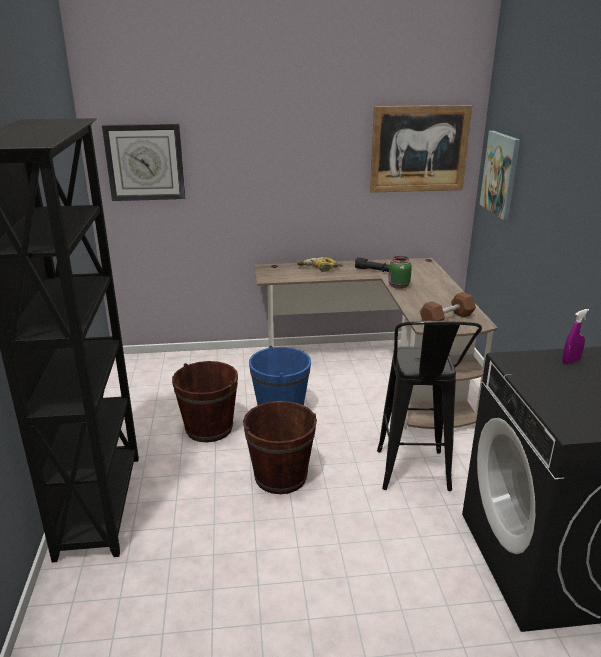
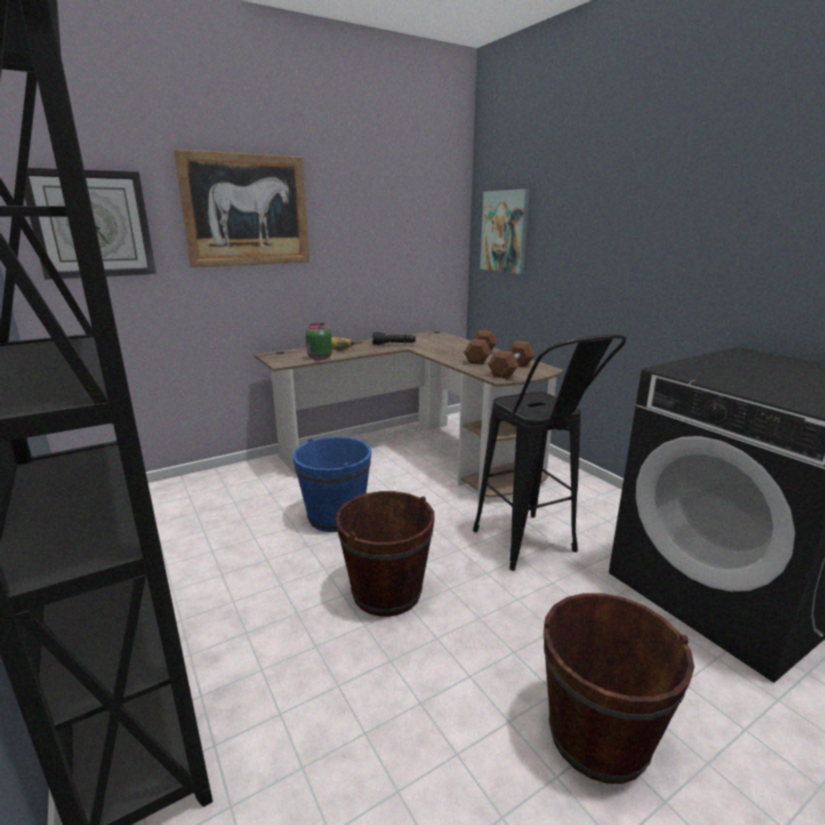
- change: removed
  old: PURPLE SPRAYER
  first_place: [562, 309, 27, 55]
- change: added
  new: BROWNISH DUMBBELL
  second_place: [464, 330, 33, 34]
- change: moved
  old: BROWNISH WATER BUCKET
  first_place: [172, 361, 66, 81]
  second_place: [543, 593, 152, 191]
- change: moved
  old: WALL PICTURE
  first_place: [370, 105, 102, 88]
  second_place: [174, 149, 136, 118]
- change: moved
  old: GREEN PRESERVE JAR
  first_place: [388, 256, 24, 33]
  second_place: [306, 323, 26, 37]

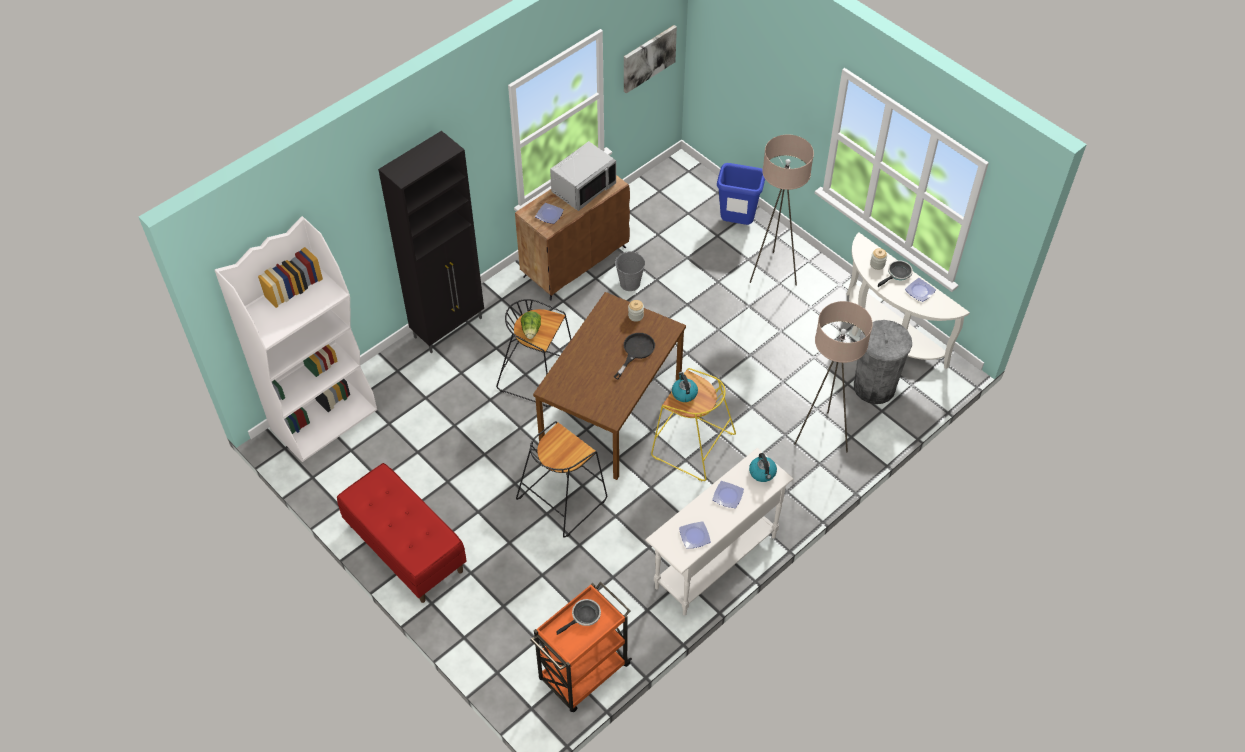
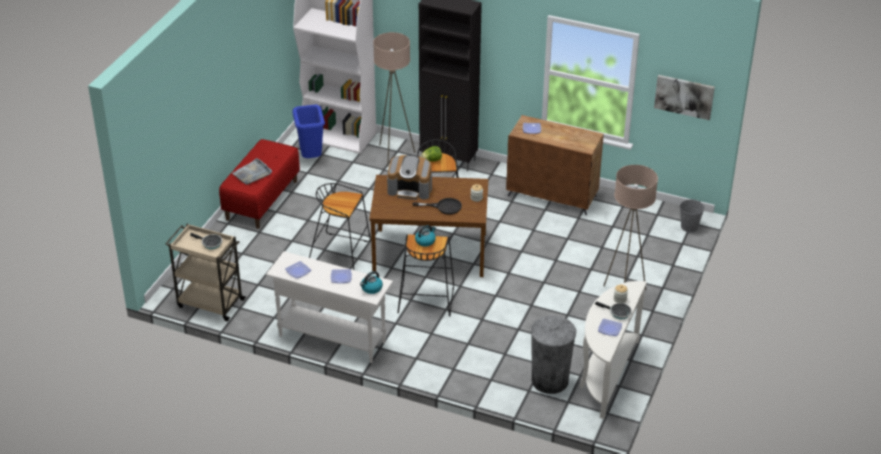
- change: removed
  old: GREYISH KITCHEN MICROWAVE
  first_place: [550, 141, 66, 70]
- change: added
  new: GREYISH SERVING TRAY
  second_place: [232, 158, 40, 27]
- change: added
  new: COFFEE MAKER
  second_place: [387, 155, 45, 45]
- change: moved
  old: GREYISH WATER BUCKET
  first_place: [615, 251, 30, 40]
  second_place: [679, 199, 26, 34]
- change: moved
  old: BLUE-COLOURED WASTE BIN
  first_place: [717, 163, 48, 62]
  second_place: [292, 105, 33, 53]
- change: moved
  old: SAND-COLOURED STANDARD LAMP
  first_place: [794, 301, 79, 152]
  second_place: [373, 32, 42, 135]
- change: recoloured
  old: ORANGEY WHEELED CART
  new: SAND-COLOURED WHEELED CART
  first_place: [530, 582, 102, 130]
  second_place: [166, 224, 80, 97]
- change: recoloured
  old: YELLOW STOOL
  new: BLACK STOOL
  first_place: [651, 368, 85, 113]
  second_place: [397, 234, 57, 83]

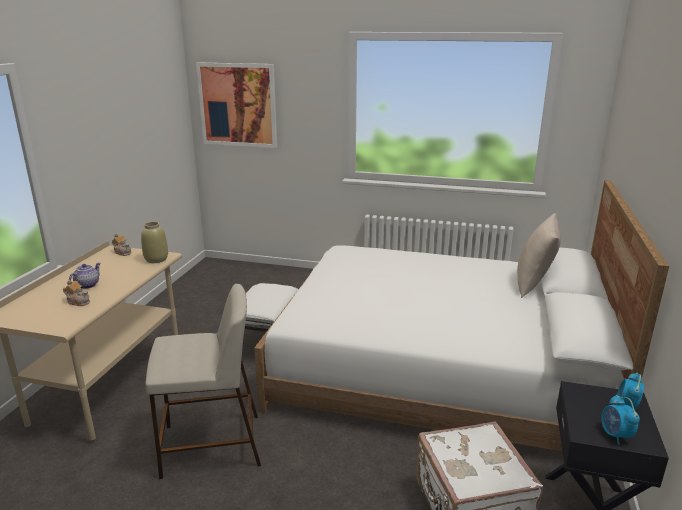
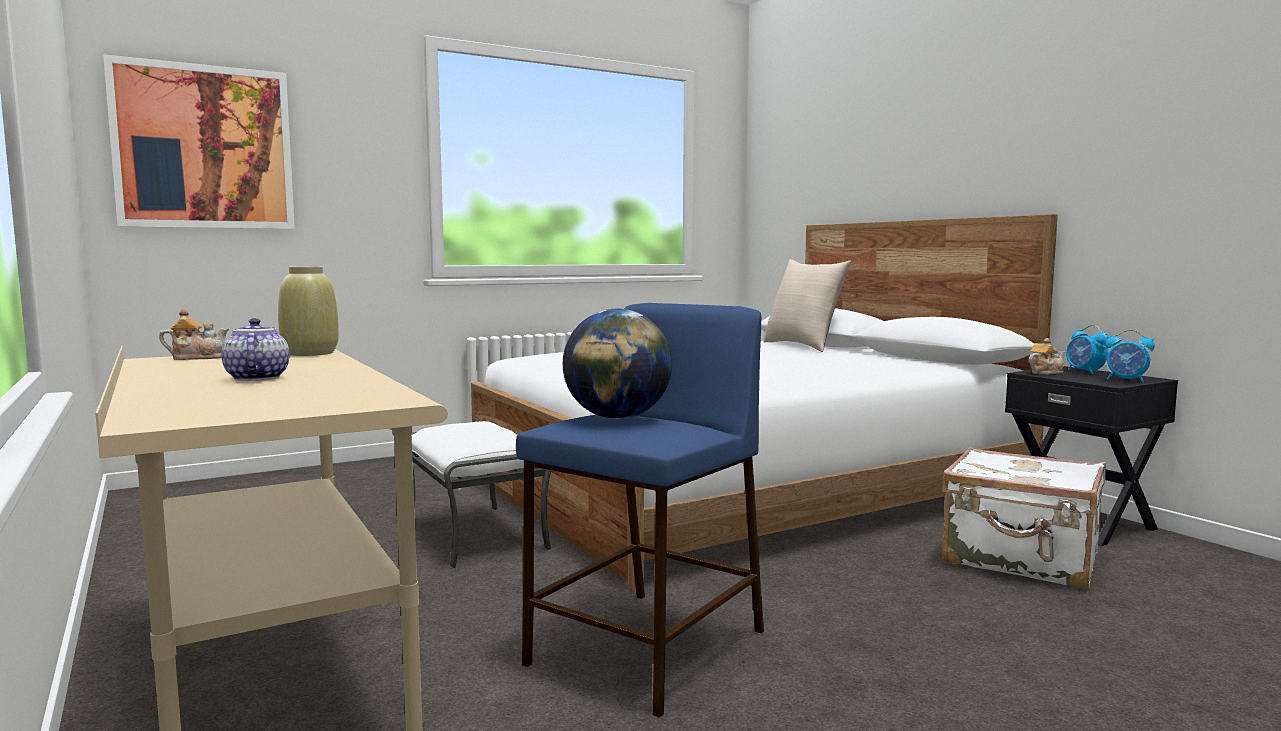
- change: added
  new: DESK GLOBE
  second_place: [563, 308, 109, 111]
- change: moved
  old: TEAPOT
  first_place: [63, 280, 27, 26]
  second_place: [1029, 338, 36, 37]
- change: recoloured
  old: SAND-COLOURED STOOL
  new: BLUE-COLOURED STOOL
  first_place: [146, 284, 115, 195]
  second_place: [516, 303, 248, 415]

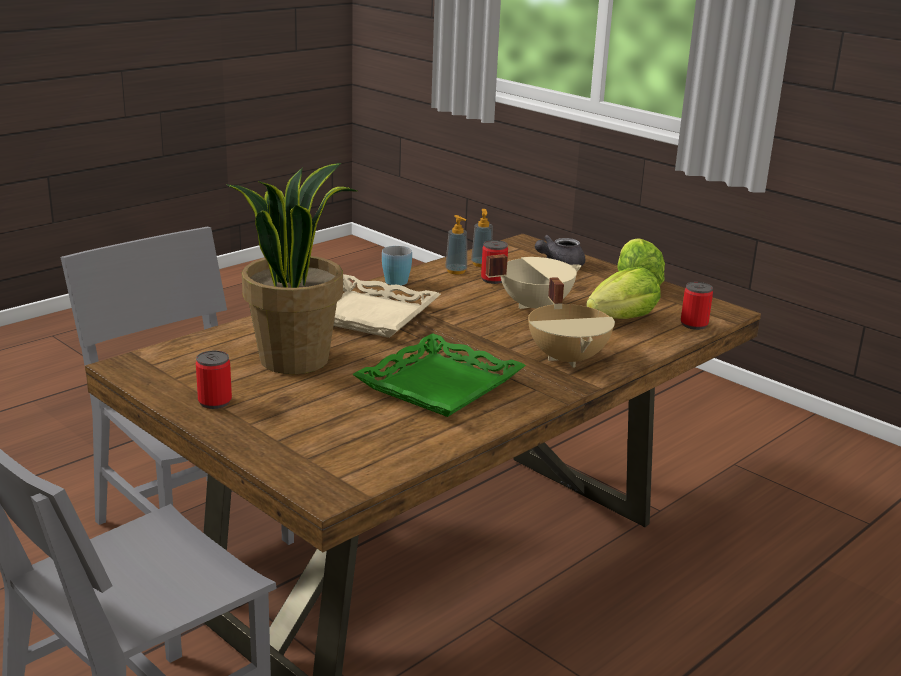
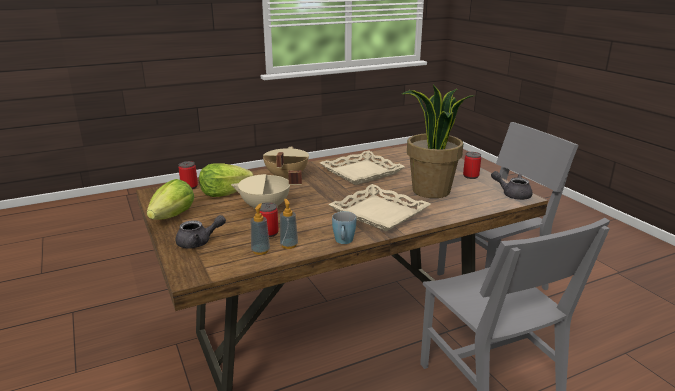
- change: added
  new: GREYISH TEAPOT
  second_place: [491, 171, 42, 29]
- change: recoloured
  old: GREEN SERVING TRAY
  new: SAND-COLOURED SERVING TRAY
  first_place: [352, 333, 174, 84]
  second_place: [320, 150, 85, 35]

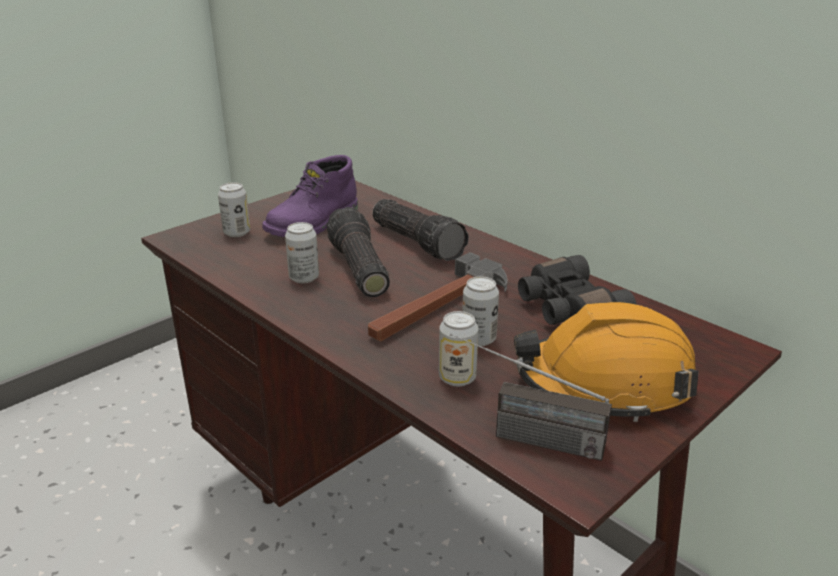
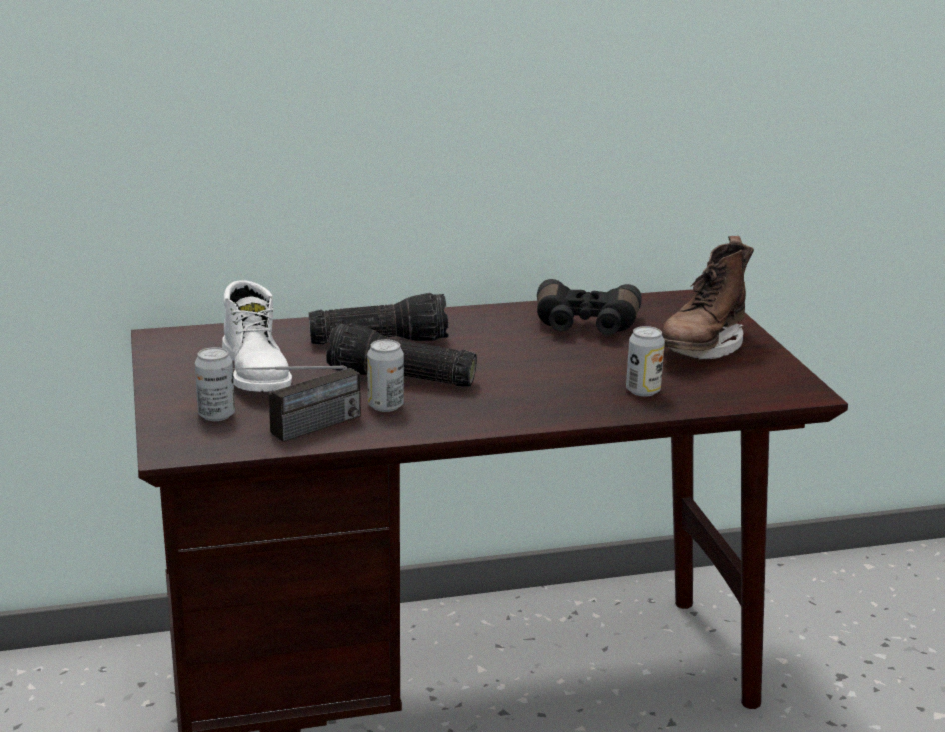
- change: removed
  old: TOOL HAMMER
  first_place: [368, 252, 139, 89]
- change: removed
  old: METAL CAN
  first_place: [462, 276, 37, 70]
- change: moved
  old: RADIO
  first_place: [450, 333, 162, 128]
  second_place: [221, 365, 140, 77]
- change: replaced
  old: ORANGEY SAFETY HELMET
  new: BROWNISH HIGH-TOP BOOT
  first_place: [514, 302, 185, 120]
  second_place: [662, 236, 92, 123]
- change: recoloured
  old: PURPLE HIGH-TOP BOOT
  new: WHITE HIGH-TOP BOOT
  first_place: [262, 155, 96, 82]
  second_place: [222, 280, 70, 112]

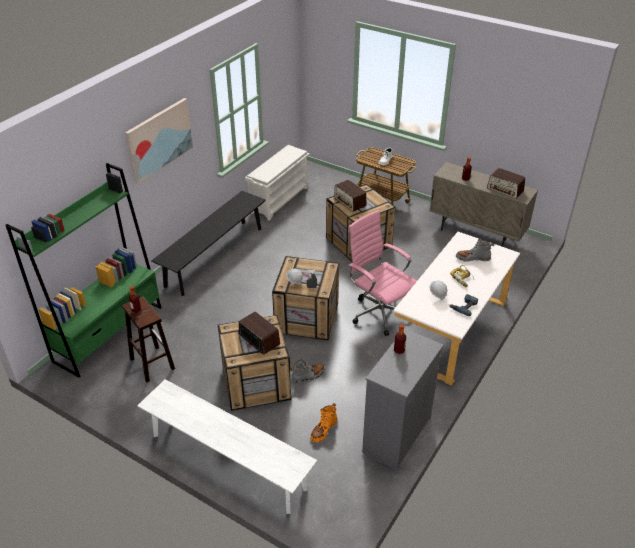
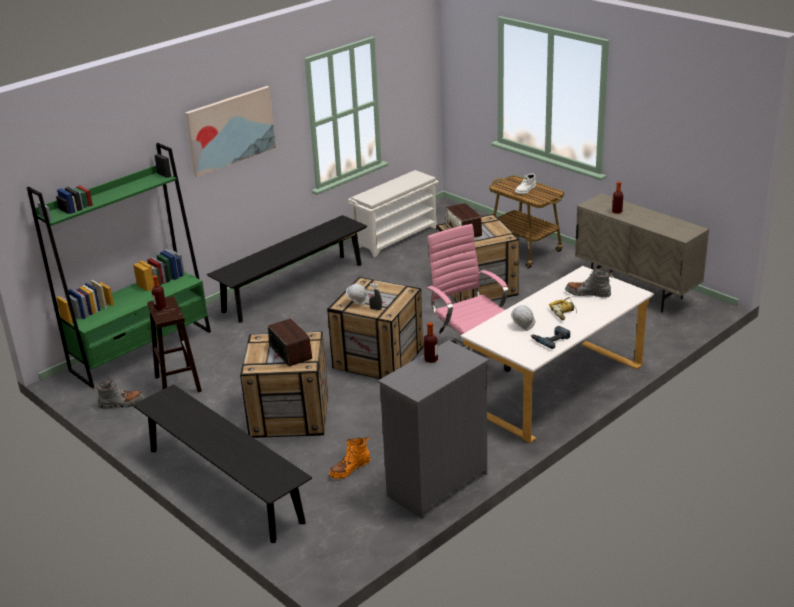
- change: removed
  old: RADIO
  first_place: [487, 168, 38, 31]
- change: moved
  old: GREYISH HIGH-TOP BOOT
  first_place: [290, 359, 35, 25]
  second_place: [93, 379, 51, 30]
- change: recoloured
  old: WHITE BENCH
  new: BLACK BENCH
  first_place: [137, 379, 180, 135]
  second_place: [133, 384, 179, 159]

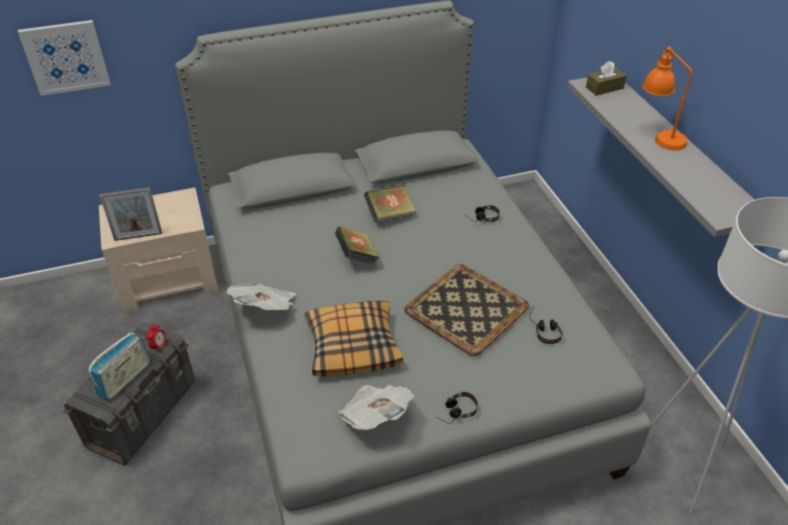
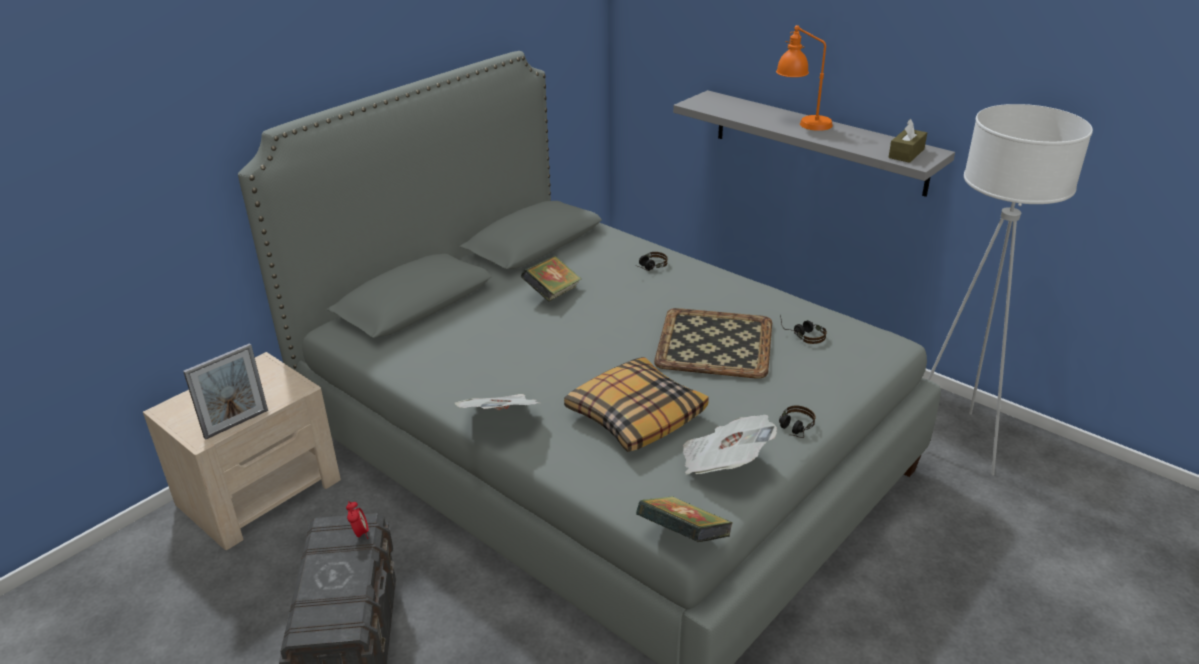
- change: removed
  old: WALL PICTURE
  first_place: [18, 20, 93, 76]
- change: removed
  old: RADIO
  first_place: [88, 332, 63, 69]
- change: moved
  old: VOLUME
  first_place: [335, 226, 45, 39]
  second_place: [636, 496, 97, 46]
- change: moved
  old: BROWNISH TISSUE BOX
  first_place: [586, 61, 41, 35]
  second_place: [888, 119, 39, 44]

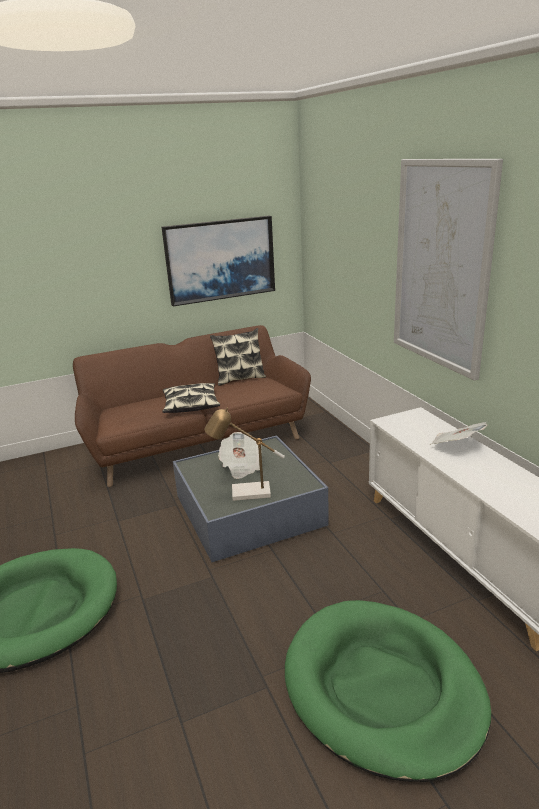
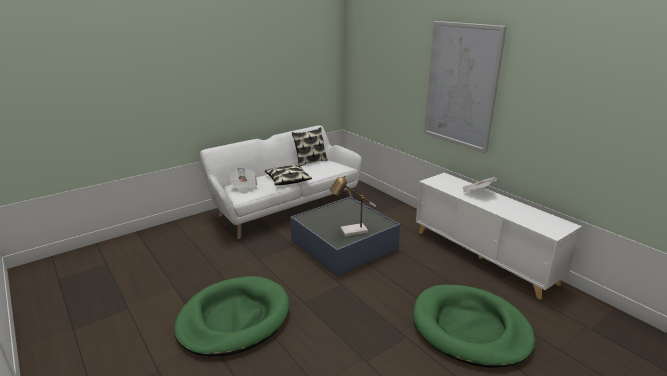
- change: removed
  old: WALL PICTURE
  first_place: [162, 216, 113, 90]
- change: moved
  old: NEWSPAPER
  first_place: [218, 432, 44, 47]
  second_place: [230, 167, 27, 27]
- change: recoloured
  old: BROWNISH SETTEE
  new: WHITE SETTEE
  first_place: [73, 325, 238, 162]
  second_place: [199, 125, 163, 114]

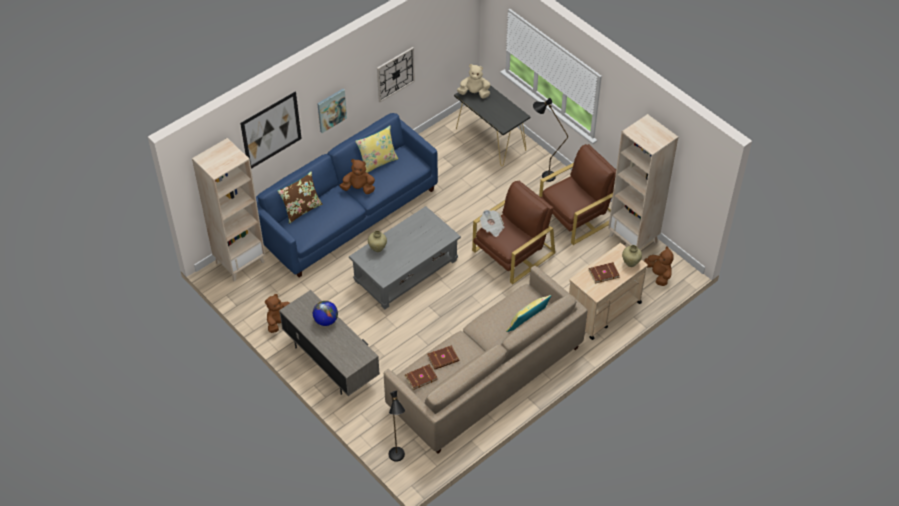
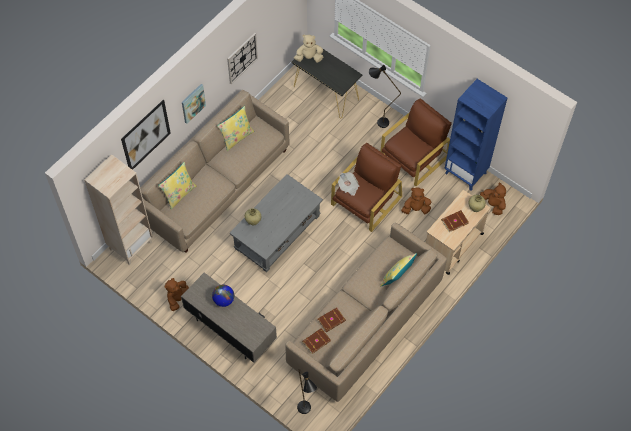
- change: moved
  old: BROWNISH SOFT TOY
  first_place: [340, 159, 35, 35]
  second_place: [401, 187, 30, 27]
- change: recoloured
  old: BLUE-COLOURED SETTEE
  new: SAND-COLOURED SETTEE
  first_place: [256, 113, 182, 164]
  second_place: [140, 90, 150, 163]
- change: recoloured
  old: BROWNISH PILLOW
  new: YELLOW PILLOW
  first_place: [277, 171, 45, 53]
  second_place: [158, 162, 38, 48]
- change: recoloured
  old: SAND-COLOURED BOOKCASE
  new: BLUE-COLOURED BOOKCASE
  first_place: [608, 114, 70, 135]
  second_place: [444, 79, 63, 112]

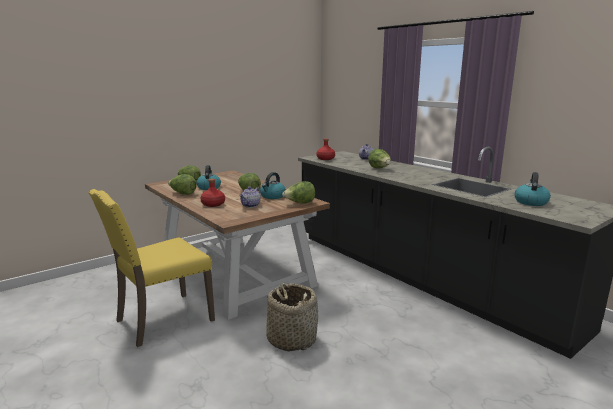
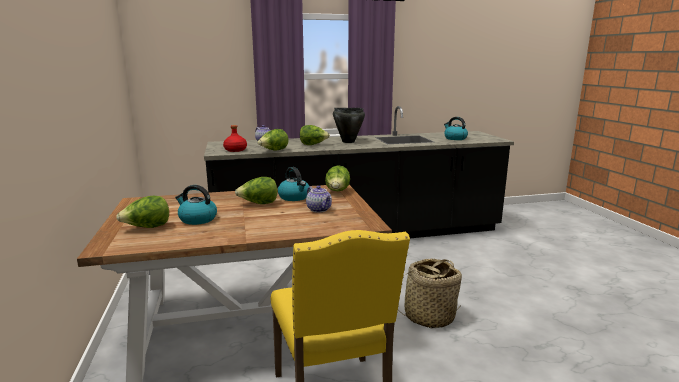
- change: removed
  old: RED-COLOURED BEVERAGE BOTTLE
  first_place: [200, 179, 25, 28]
- change: added
  new: BLACK STOCKPOT
  second_place: [333, 108, 32, 35]
- change: moved
  old: LETTUCE HEAD
  first_place: [168, 174, 29, 21]
  second_place: [258, 129, 30, 22]

